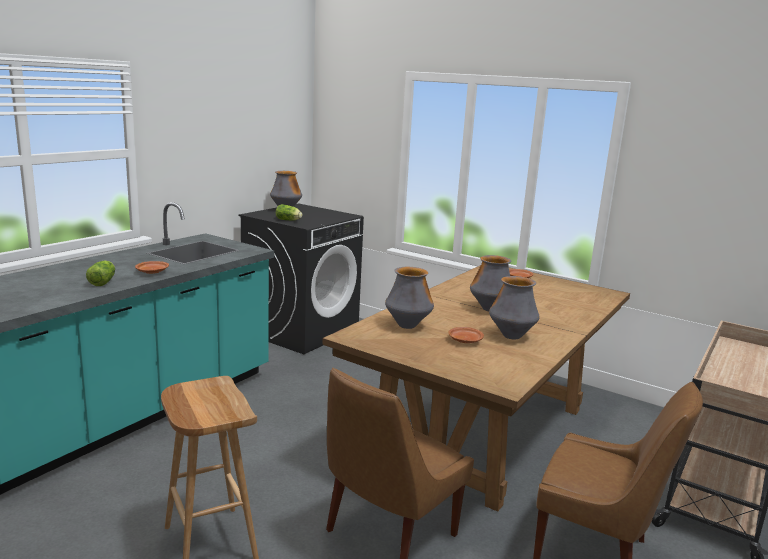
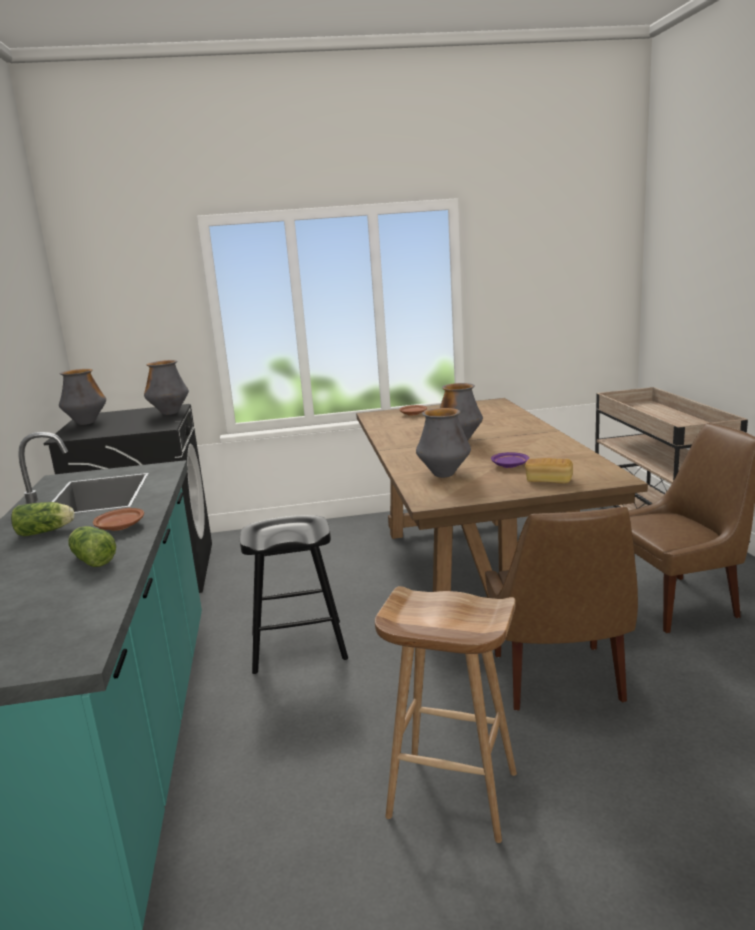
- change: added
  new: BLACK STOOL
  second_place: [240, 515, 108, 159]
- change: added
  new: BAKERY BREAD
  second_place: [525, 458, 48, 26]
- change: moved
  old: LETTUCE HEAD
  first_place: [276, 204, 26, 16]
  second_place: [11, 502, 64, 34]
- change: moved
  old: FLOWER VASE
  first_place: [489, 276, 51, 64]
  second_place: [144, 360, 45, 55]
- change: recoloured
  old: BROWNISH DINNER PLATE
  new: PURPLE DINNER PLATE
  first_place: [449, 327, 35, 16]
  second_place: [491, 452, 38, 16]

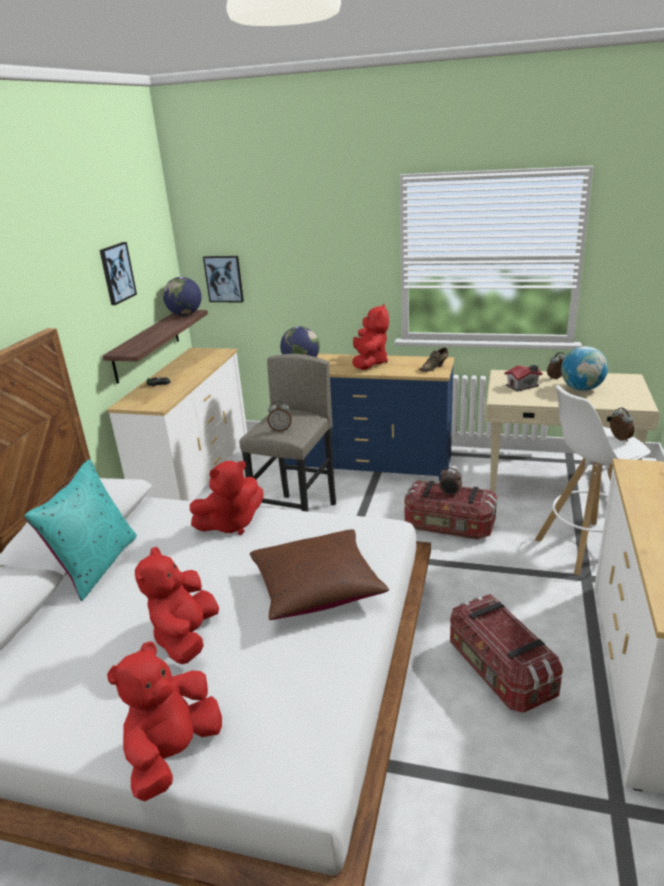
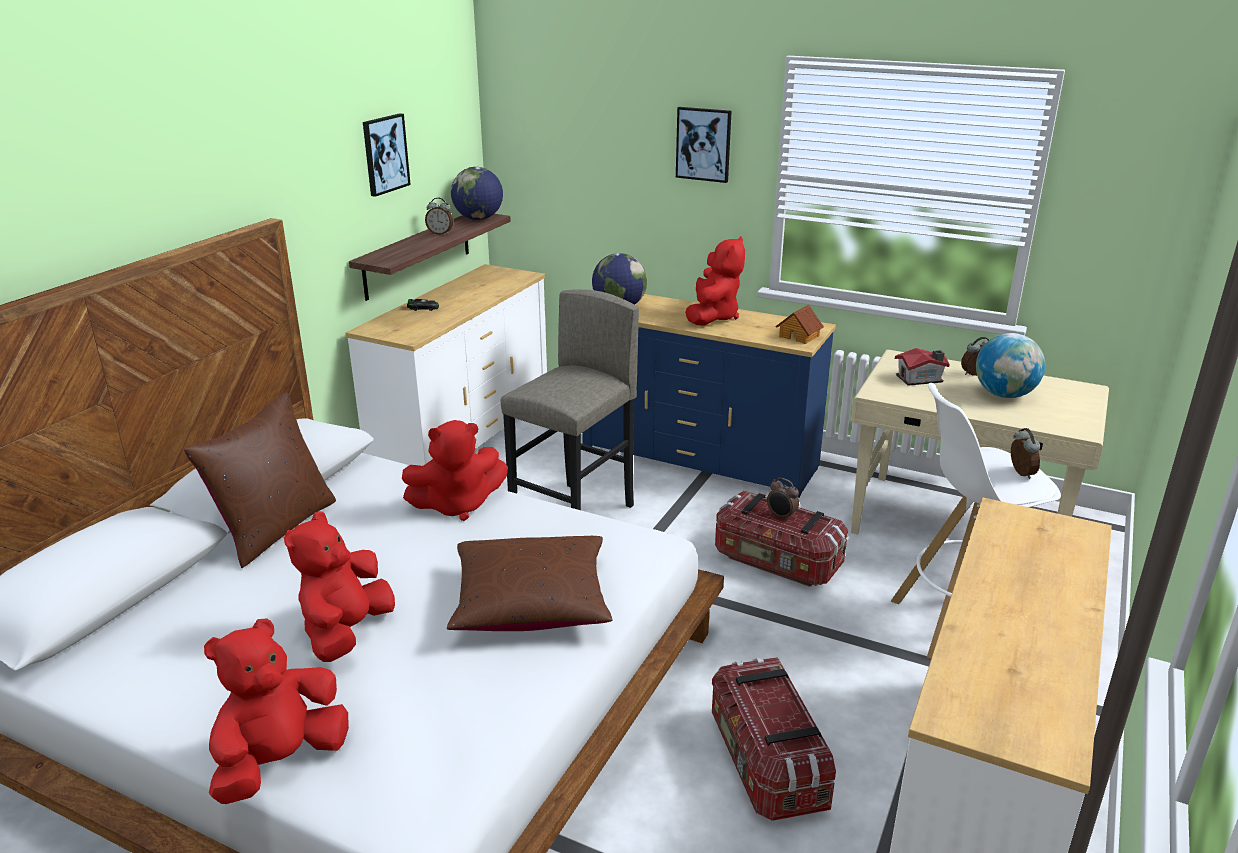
- change: moved
  old: WALL PICTURE
  first_place: [203, 256, 41, 46]
  second_place: [676, 107, 56, 76]
- change: moved
  old: ALARM CLOCK
  first_place: [268, 401, 24, 31]
  second_place: [425, 198, 28, 37]
- change: replaced
  old: BROWNISH LOW SHOE
  new: TOY HOUSE
  first_place: [419, 348, 29, 24]
  second_place: [775, 305, 49, 39]
- change: recoloured
  old: BLUE-GREEN PILLOW
  new: BROWNISH PILLOW
  first_place: [24, 459, 113, 142]
  second_place: [184, 392, 152, 176]

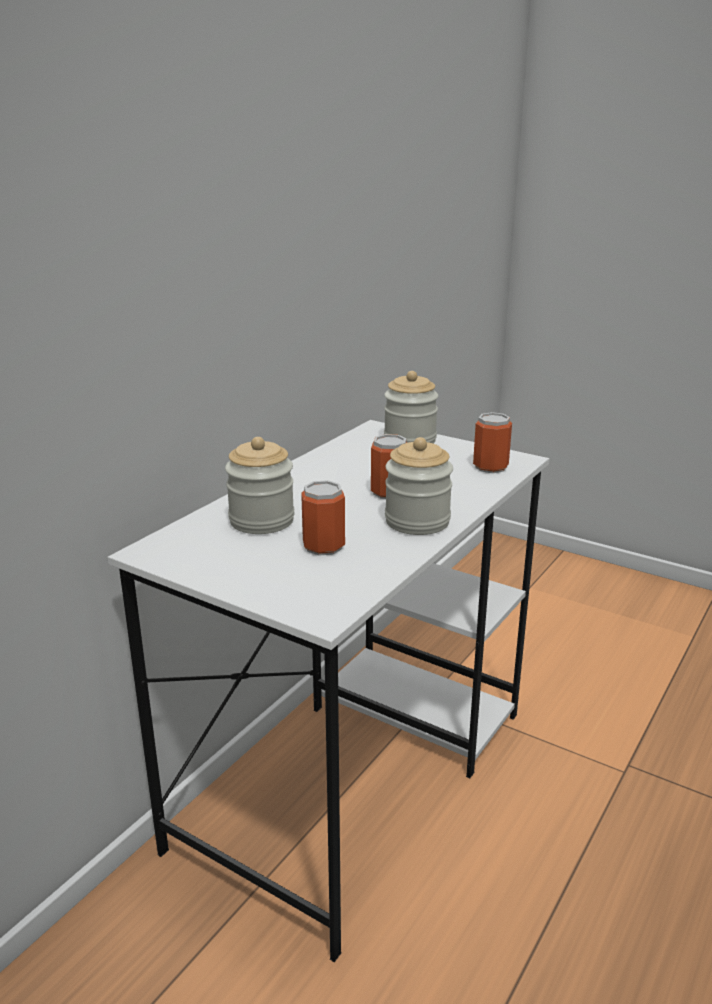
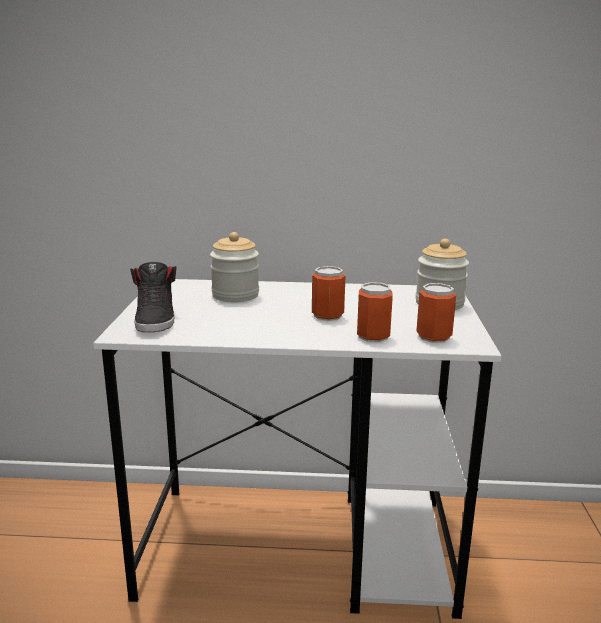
- change: removed
  old: PRESERVE JAR
  first_place: [385, 437, 68, 98]
- change: added
  new: BLACK LOW SHOE
  second_place: [130, 262, 46, 70]
- change: moved
  old: METAL CAN
  first_place: [301, 480, 44, 76]
  second_place: [357, 282, 36, 60]

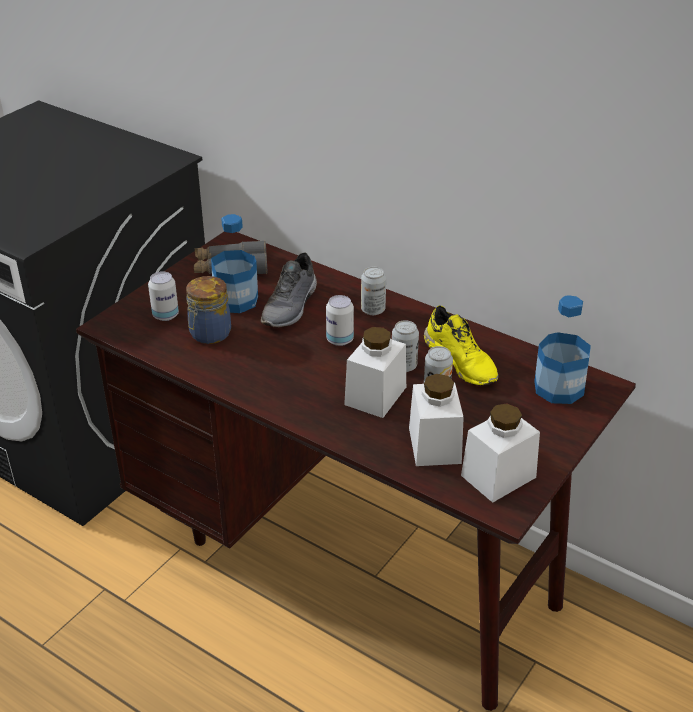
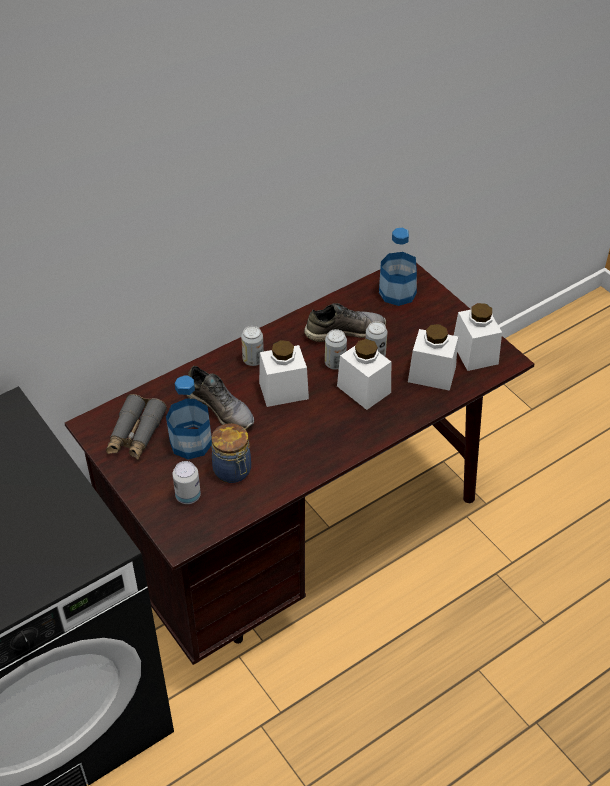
- change: replaced
  old: METAL CAN
  new: WHITE PRESERVE JAR
  first_place: [326, 295, 28, 51]
  second_place: [259, 340, 50, 67]
- change: recoloured
  old: YELLOW LOW SHOE
  new: GREYISH LOW SHOE
  first_place: [424, 305, 74, 80]
  second_place: [304, 303, 82, 39]

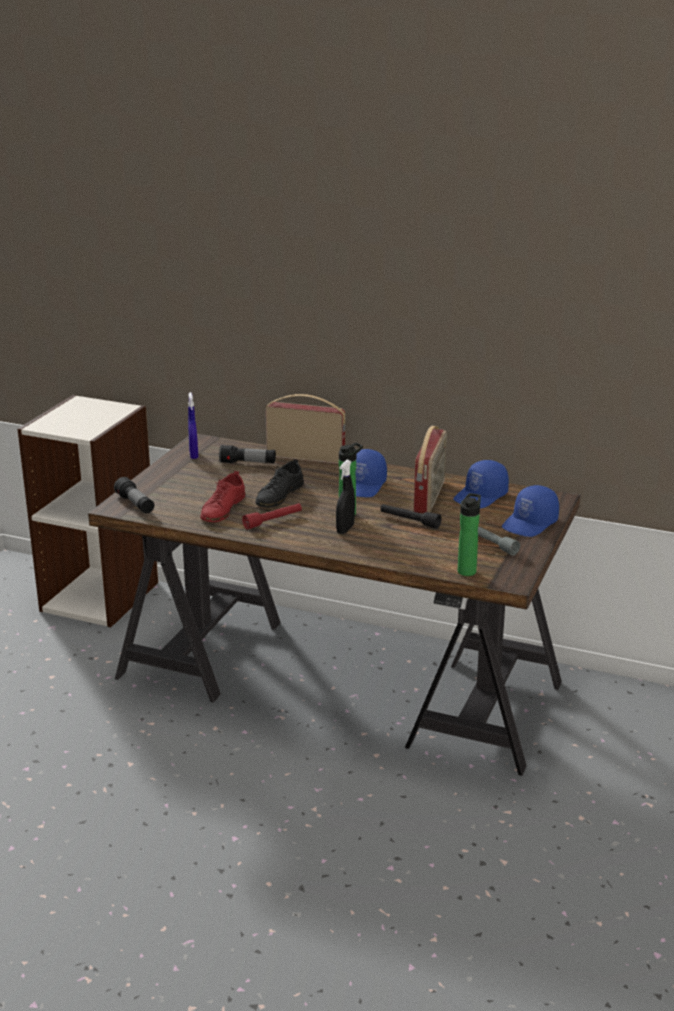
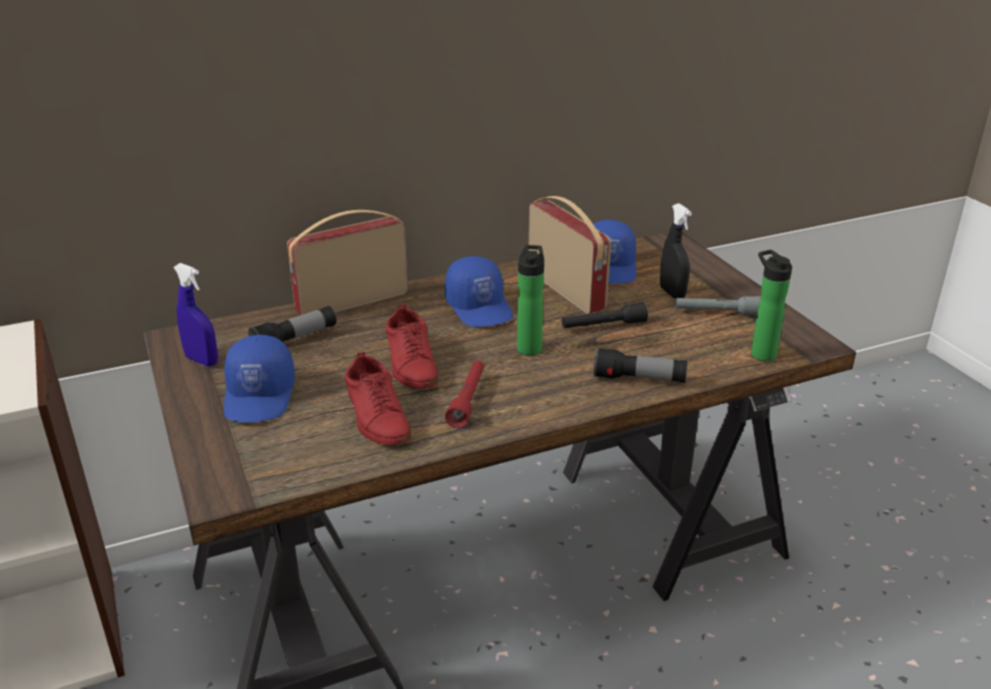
- change: moved
  old: HAND TORCH
  first_place: [114, 477, 40, 36]
  second_place: [594, 347, 93, 36]
- change: moved
  old: BLACK SPRAYER
  first_place: [336, 460, 19, 74]
  second_place: [660, 203, 32, 96]
- change: moved
  old: BLUE-COLOURED PEAKED CAP
  first_place: [502, 485, 57, 52]
  second_place: [223, 335, 72, 87]
- change: recoloured
  old: BLACK LOW SHOE
  new: RED-COLOURED LOW SHOE
  first_place: [255, 459, 49, 48]
  second_place: [385, 304, 53, 84]

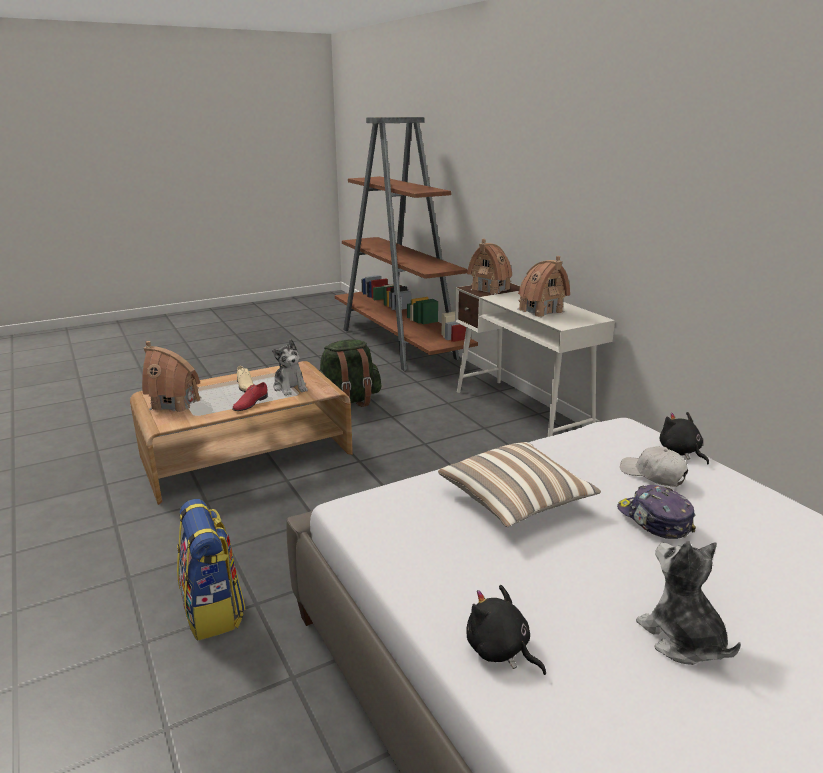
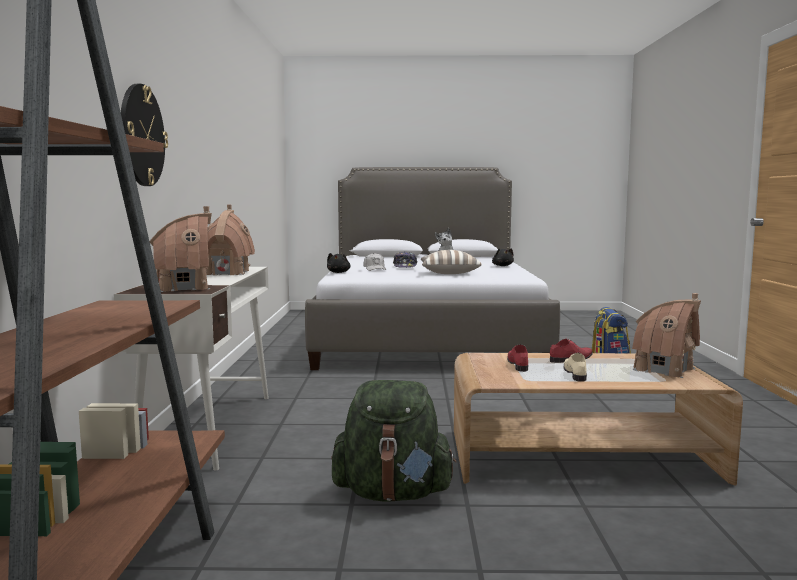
- change: added
  new: HANGING CLOCK
  second_place: [121, 84, 47, 102]
- change: replaced
  old: SOFT TOY
  new: RED-COLOURED LOW SHOE
  first_place: [272, 339, 36, 57]
  second_place: [507, 344, 21, 28]

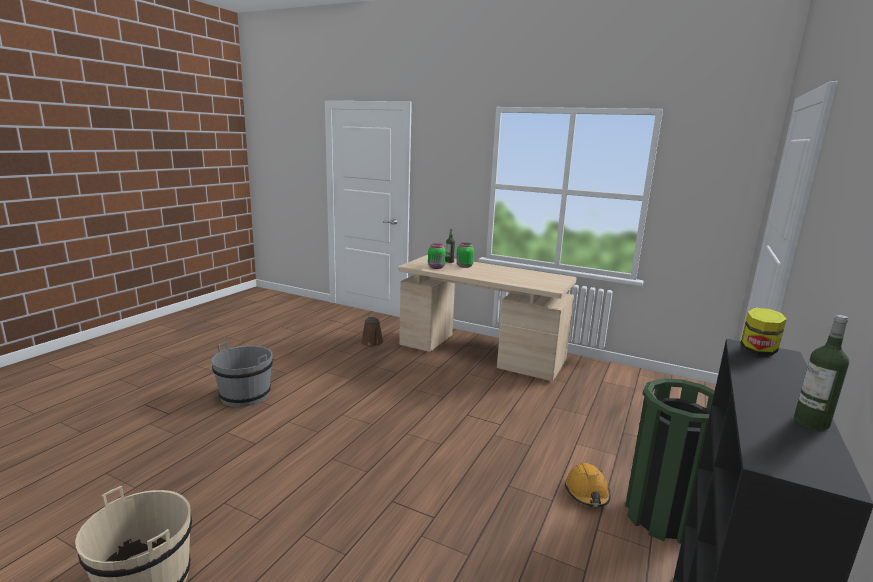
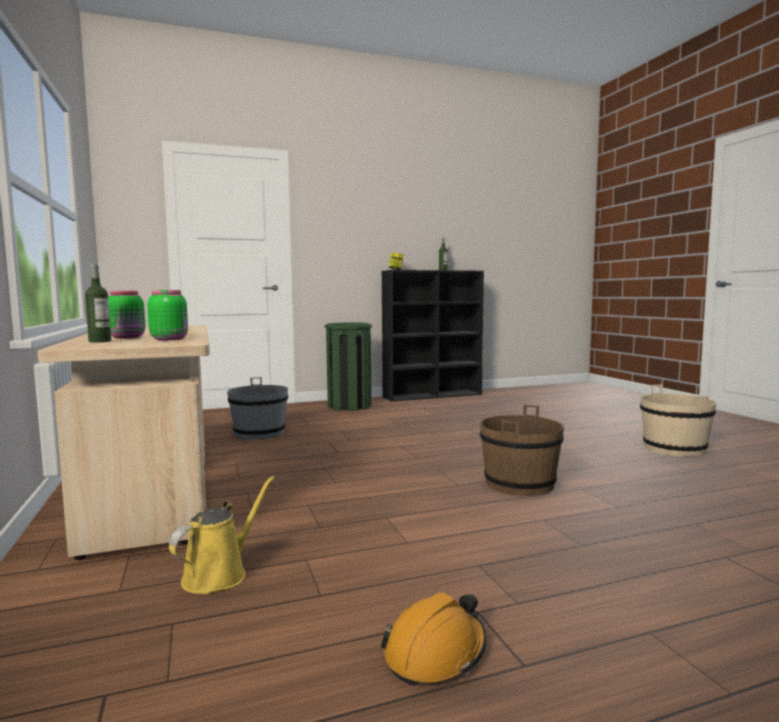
- change: added
  new: BROWNISH WATER BUCKET
  second_place: [480, 405, 84, 91]
- change: moved
  old: GREYISH WATER BUCKET
  first_place: [212, 342, 61, 65]
  second_place: [227, 377, 61, 63]
- change: moved
  old: ORANGEY SAFETY HELMET
  first_place: [565, 463, 46, 44]
  second_place: [381, 593, 105, 93]
- change: recoloured
  old: BROWNISH WATERING POT
  new: YELLOW WATERING POT
  first_place: [361, 316, 23, 30]
  second_place: [169, 476, 105, 118]

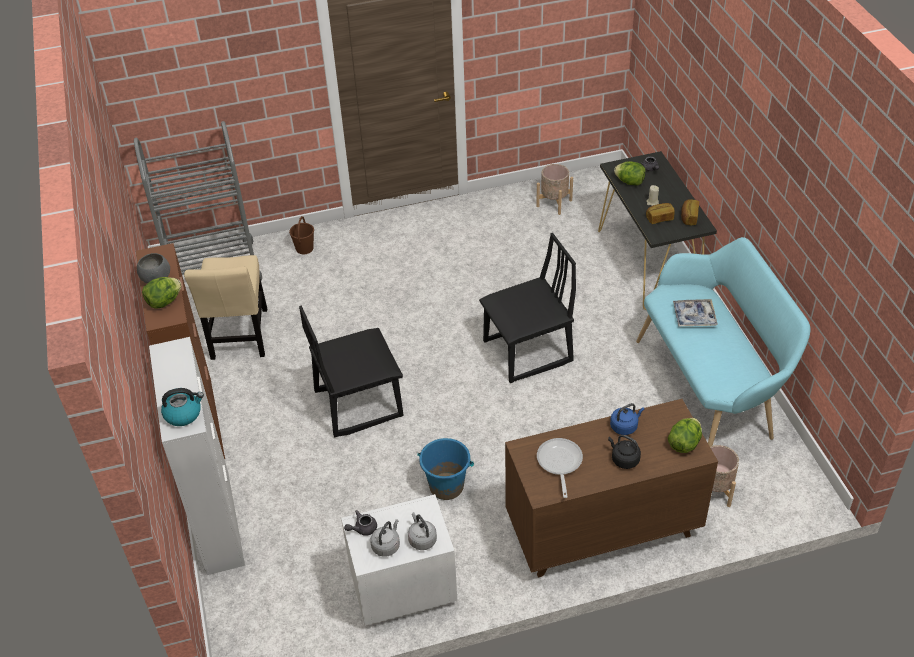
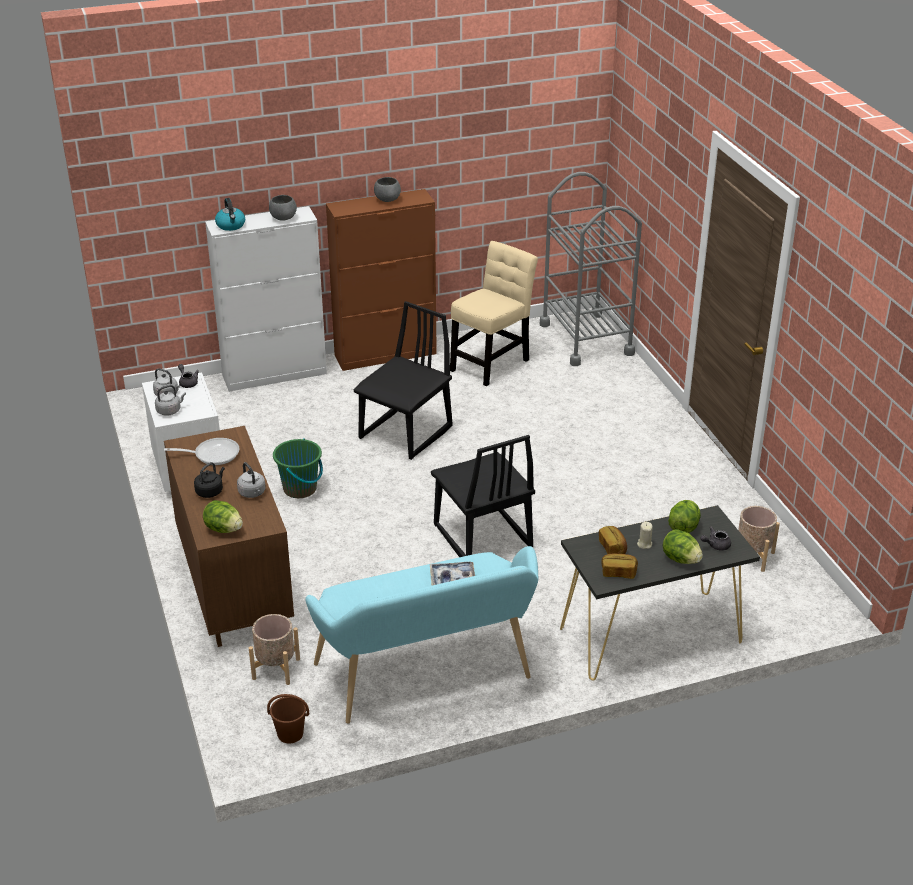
- change: added
  new: GREYISH BOWL
  second_place: [269, 195, 28, 26]
- change: moved
  old: LETTUCE HEAD
  first_place: [142, 277, 40, 32]
  second_place: [663, 529, 40, 35]
- change: moved
  old: BROWNISH WATER BUCKET
  first_place: [289, 216, 25, 38]
  second_place: [267, 694, 42, 50]
- change: recoloured
  old: BLUE-COLOURED WATER BUCKET
  new: GREEN WATER BUCKET
  first_place: [417, 438, 57, 62]
  second_place: [273, 438, 50, 60]
- change: recoloured
  old: BLUE-COLOURED KETTLE
  new: GREYISH KETTLE
  first_place: [610, 403, 35, 32]
  second_place: [237, 462, 28, 36]
- change: turned
  old: SAND-COLOURED PLAIN CHAIR
  first_place: [184, 255, 83, 105]
  second_place: [450, 241, 88, 145]
  degrees: 135
- change: turned
  old: BLACK PLAIN CHAIR
  first_place: [299, 306, 105, 131]
  second_place: [354, 301, 99, 159]
  degrees: 60

